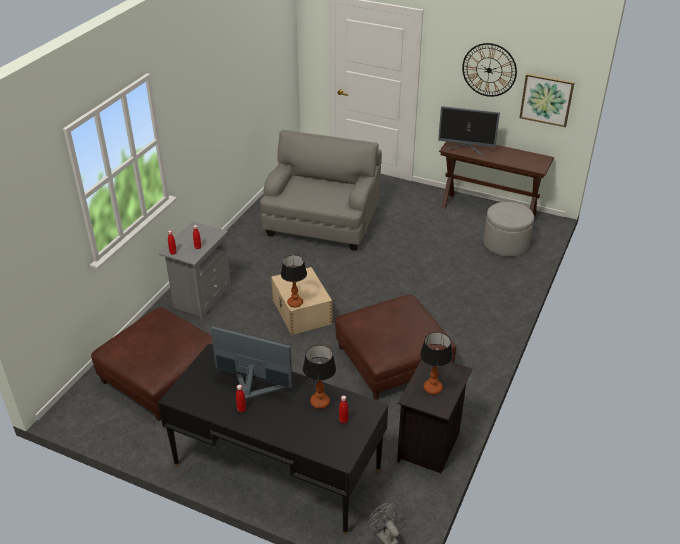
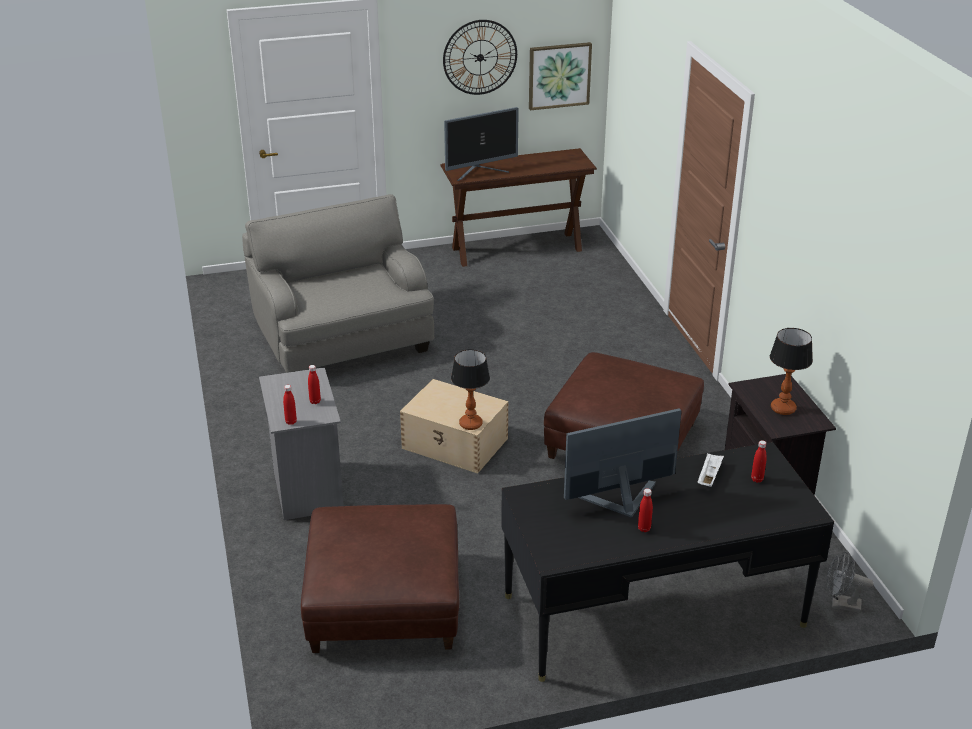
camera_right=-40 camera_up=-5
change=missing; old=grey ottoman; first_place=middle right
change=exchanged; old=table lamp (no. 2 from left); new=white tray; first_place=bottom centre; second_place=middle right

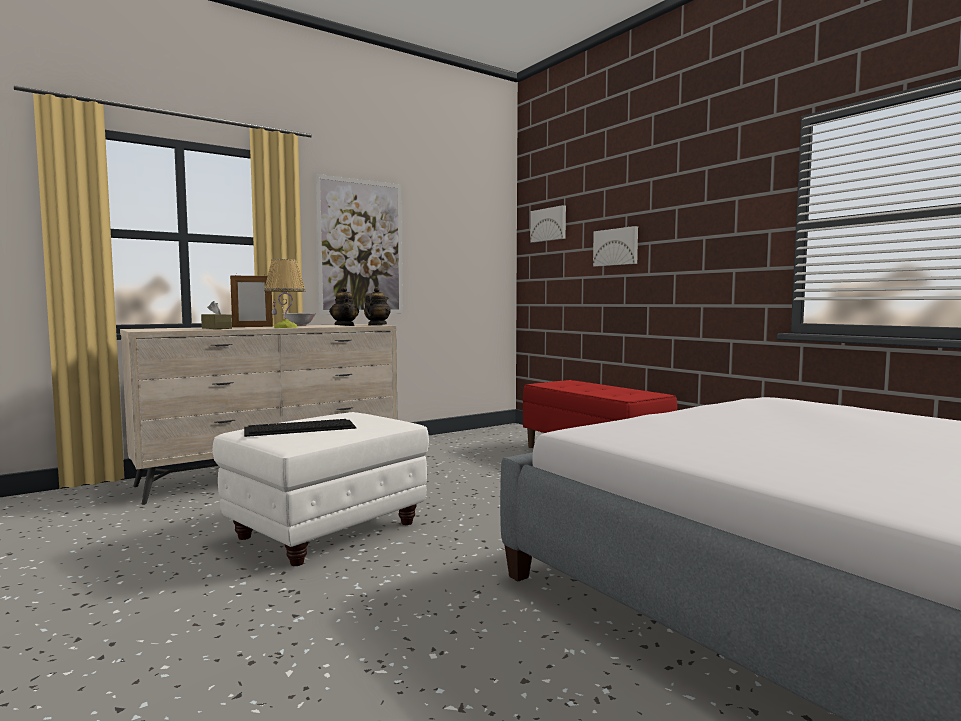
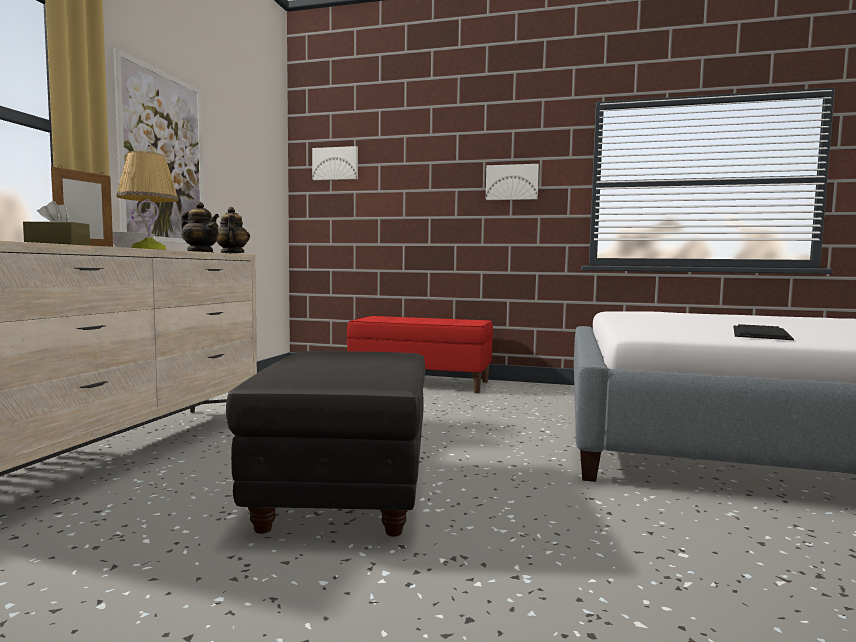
camera_right=-40 camera_up=0
change=relocated; old=keyboard; first_place=middle left; second_place=middle right
change=relocated; old=picture (no. 3 from left); first_place=centre; second_place=top centre
change=colour; old=white ottoman; new=black ottoman; first_place=bottom centre; second_place=bottom centre

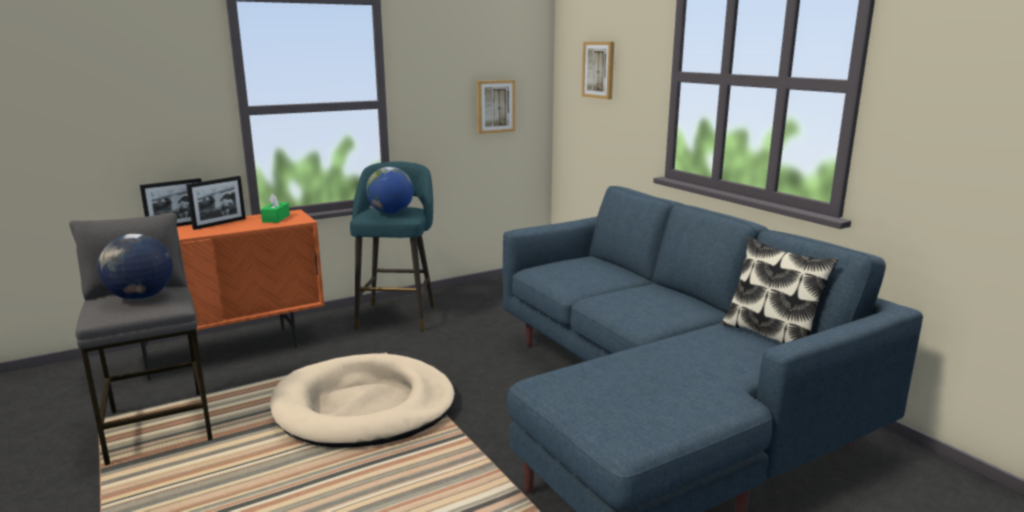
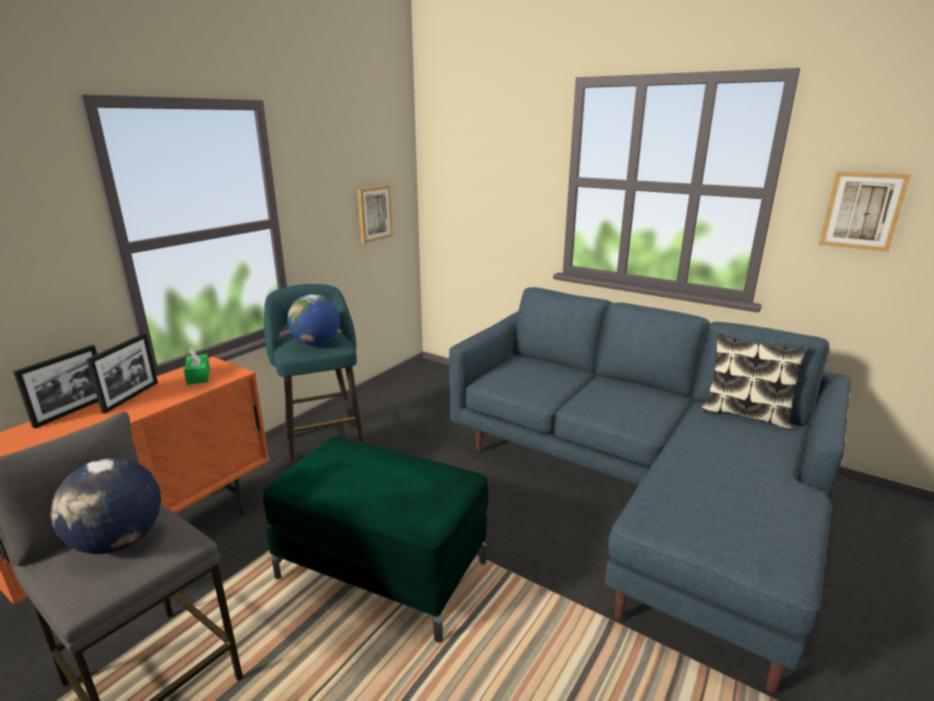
camera_right=-25 camera_up=5
change=relocated; old=picture (no. 2 from left); first_place=top centre; second_place=top right
change=exchanged; old=beige dog bed; new=green ottoman; first_place=bottom centre; second_place=bottom centre

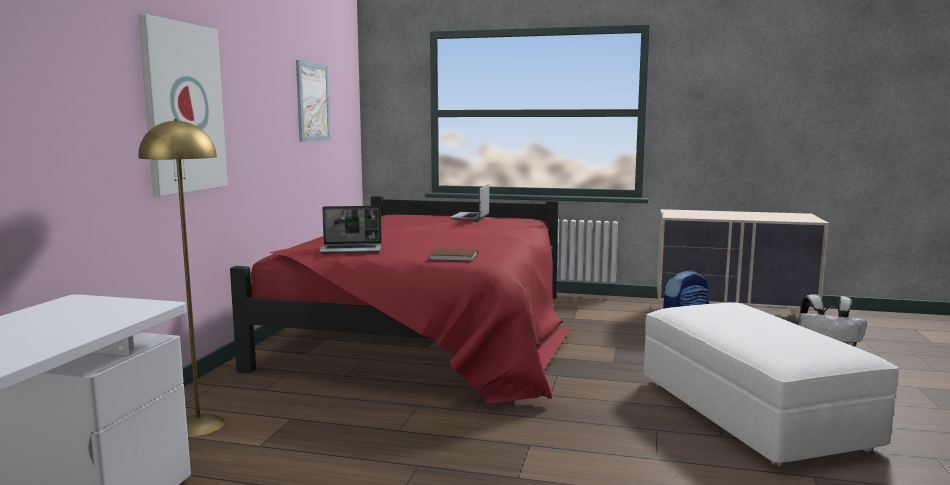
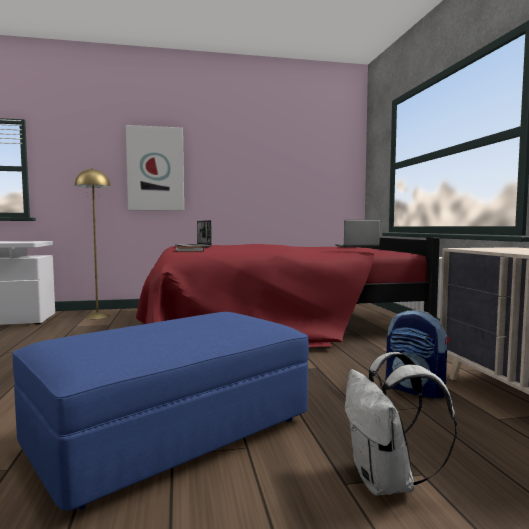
camera_right=65 camera_up=-5
change=missing; old=picture (no. 2 from left); first_place=top left
change=colour; old=white ottoman; new=blue ottoman; first_place=bottom right; second_place=bottom left

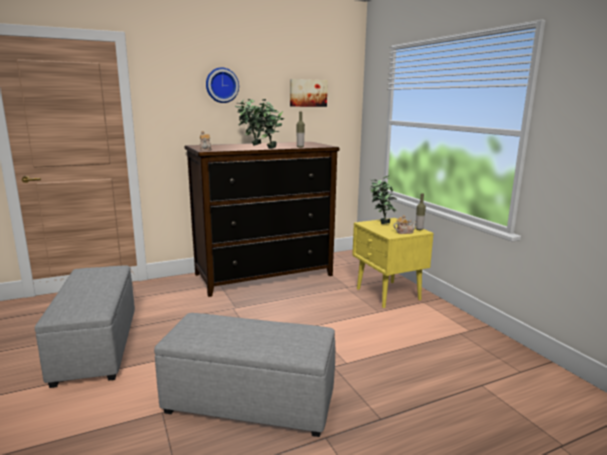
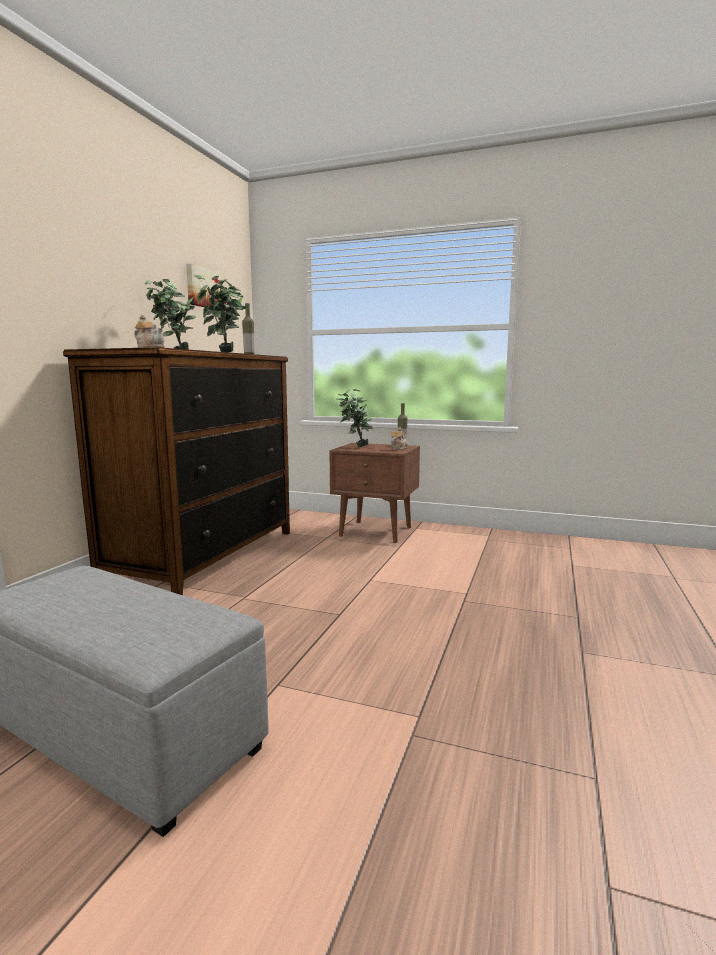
camera_right=-45 camera_up=-5
change=missing; old=grey ottoman (no. 2 from left); first_place=bottom centre
change=missing; old=wall clock; first_place=top centre
change=colour; old=yellow nightstand; new=brown nightstand; first_place=centre; second_place=centre

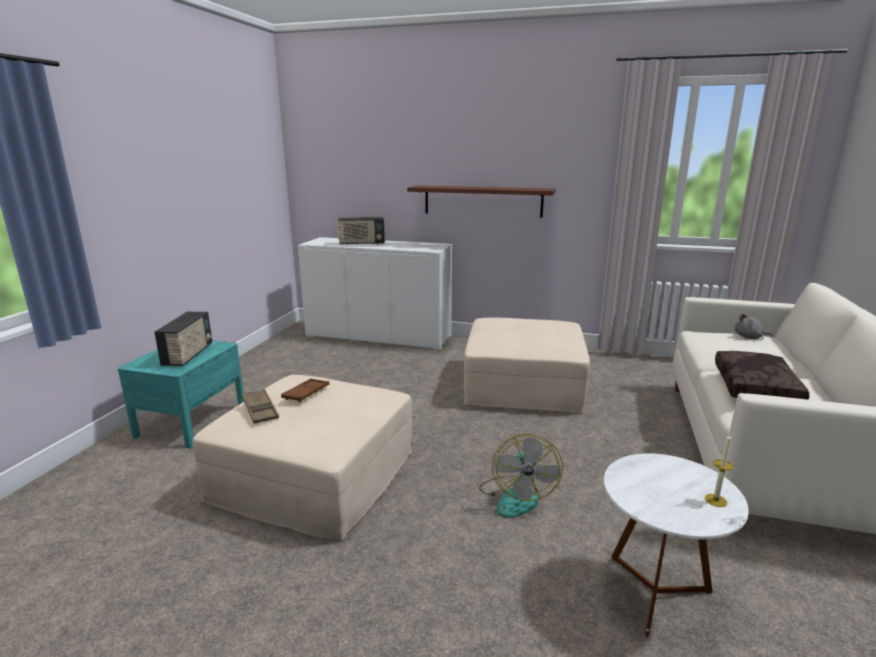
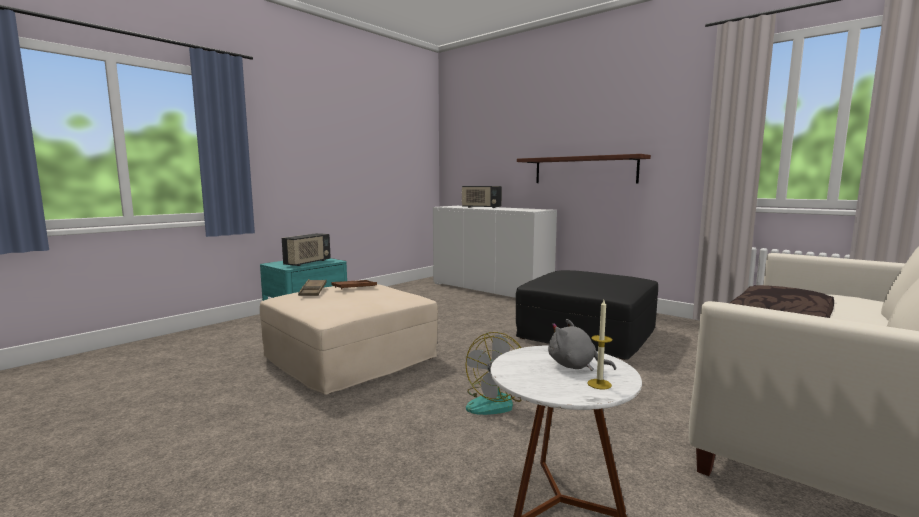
camera_right=25 camera_up=-10
change=relocated; old=grey plush toy; first_place=middle right; second_place=bottom centre
change=colour; old=beige ottoman (no. 2 from left); new=black ottoman; first_place=centre; second_place=centre

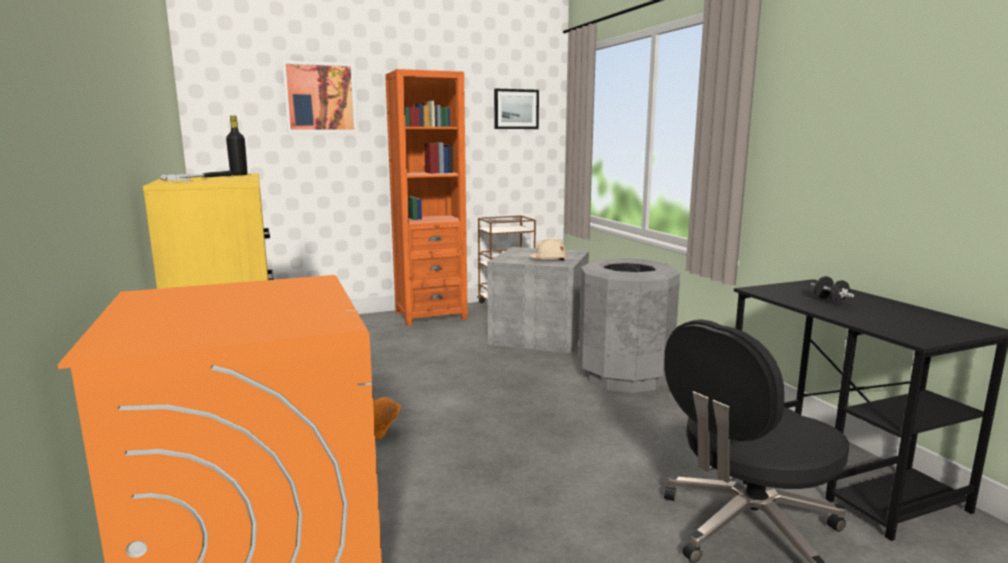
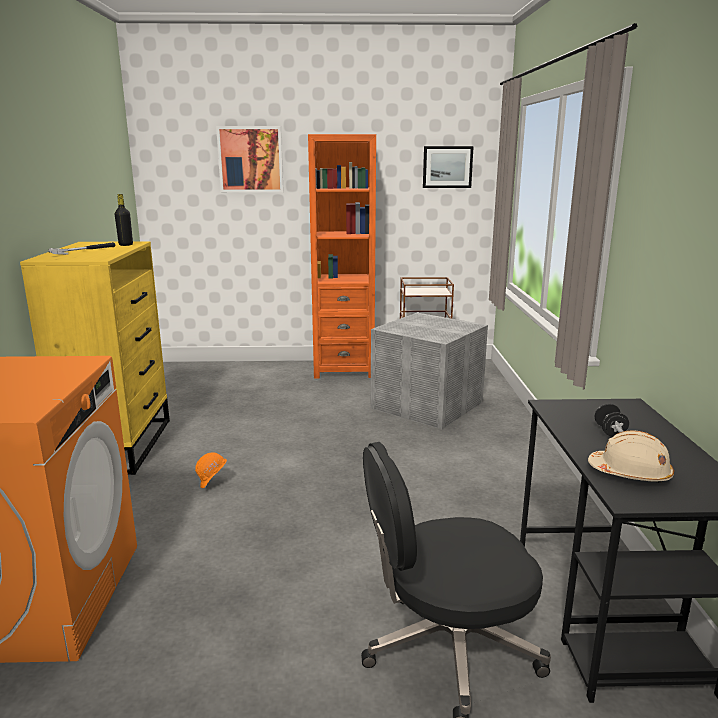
camera_right=20 camera_up=5
change=missing; old=grey trash can; first_place=centre
change=relocated; old=beige hard hat; first_place=centre; second_place=middle right

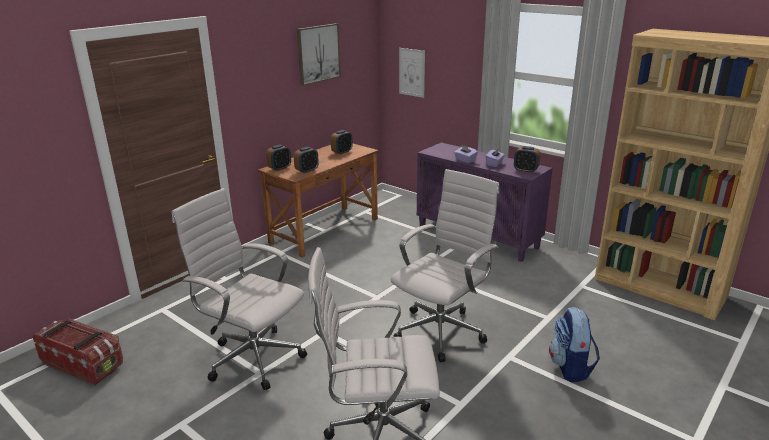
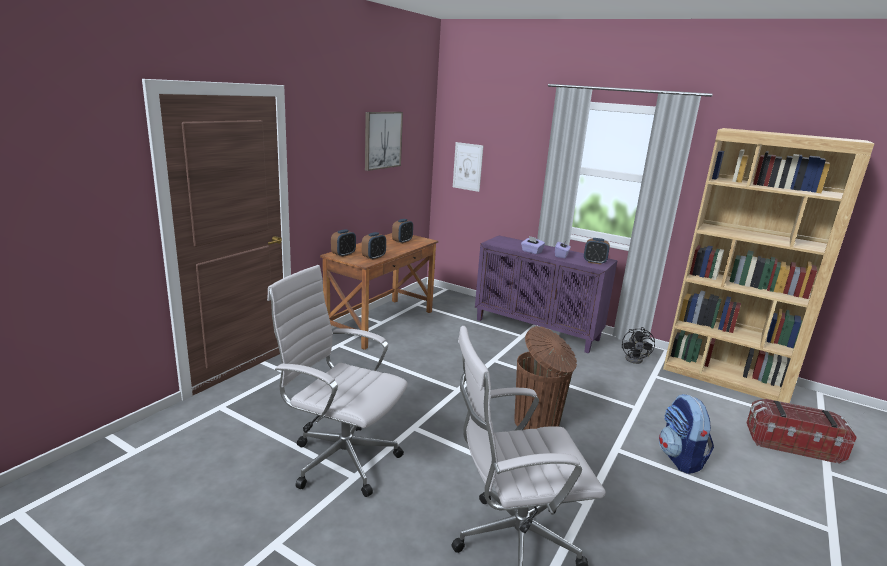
camera_right=-10 camera_up=-5
change=appeared; new=black fan; second_place=middle right
change=relocated; old=storage box; first_place=bottom left; second_place=bottom right
change=exchanged; old=white office chair (no. 3 from left); new=brown trash can; first_place=centre; second_place=bottom centre

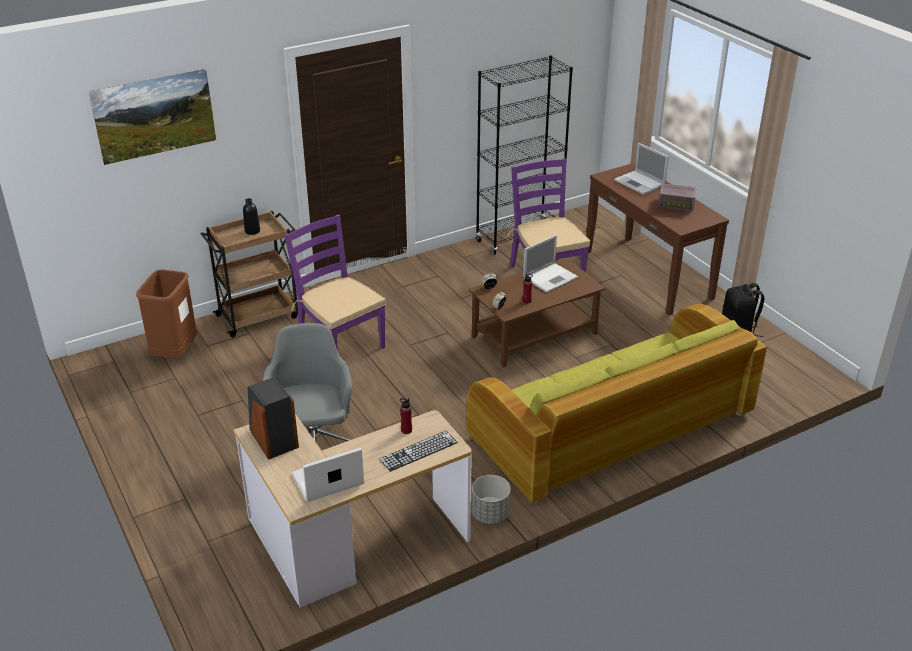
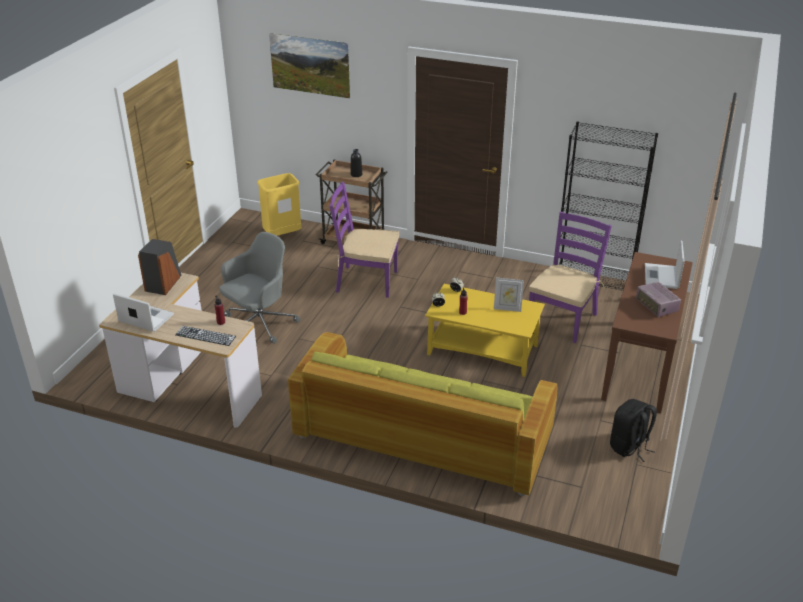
camera_right=50 camera_up=0
change=missing; old=grey planter; first_place=bottom centre
change=exchanged; old=laptop (no. 2 from left); new=picture frame; first_place=centre; second_place=centre
change=colour; old=brown trash can; new=yellow trash can; first_place=middle left; second_place=centre
change=colour; old=brown coffee table; new=yellow coffee table; first_place=centre; second_place=centre
change=spun; old=purple chair (no. 1 from left); first_place=centre; second_place=centre; degrees=-90

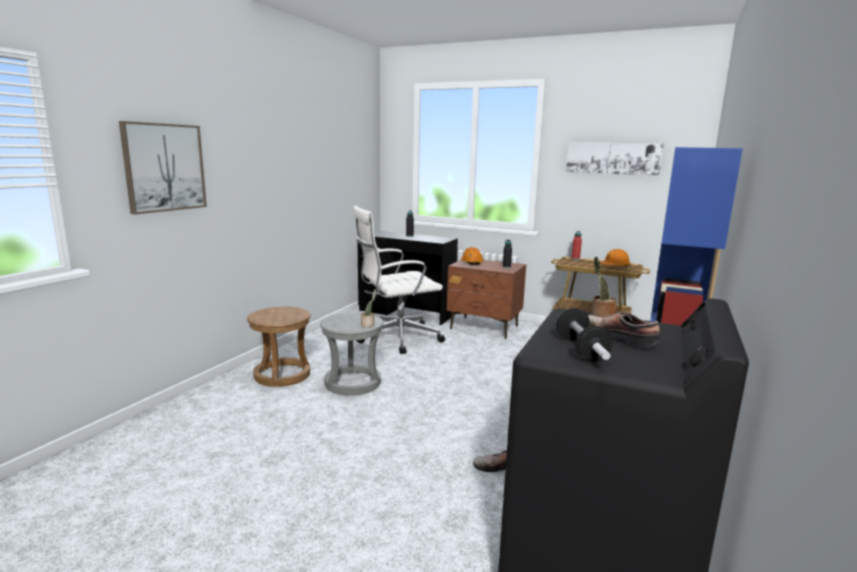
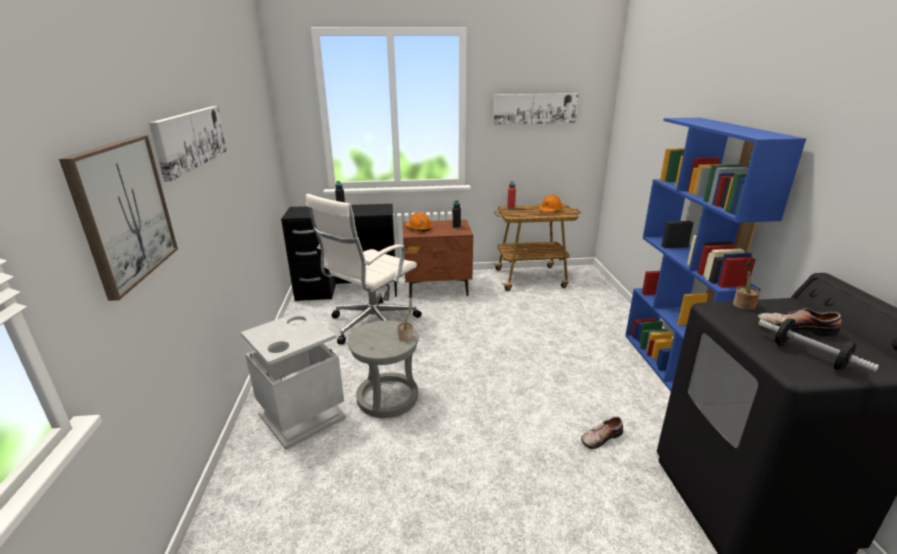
camera_right=-30 camera_up=10
change=appeared; new=picture (no. 2 from left); second_place=top left
change=exchanged; old=brown stool; new=grey trash can; first_place=middle left; second_place=bottom left

